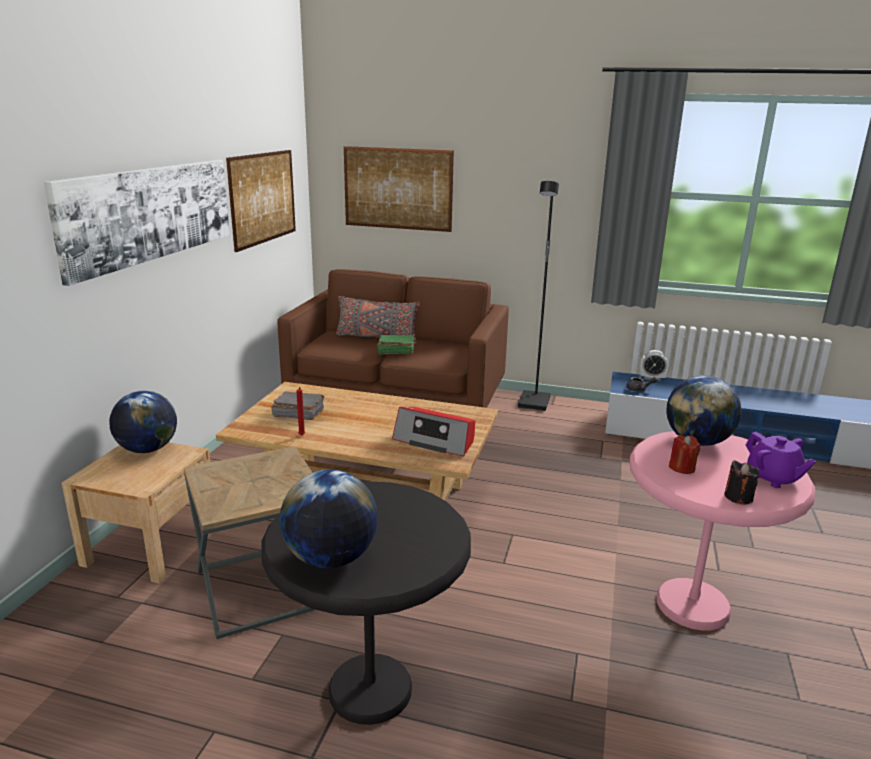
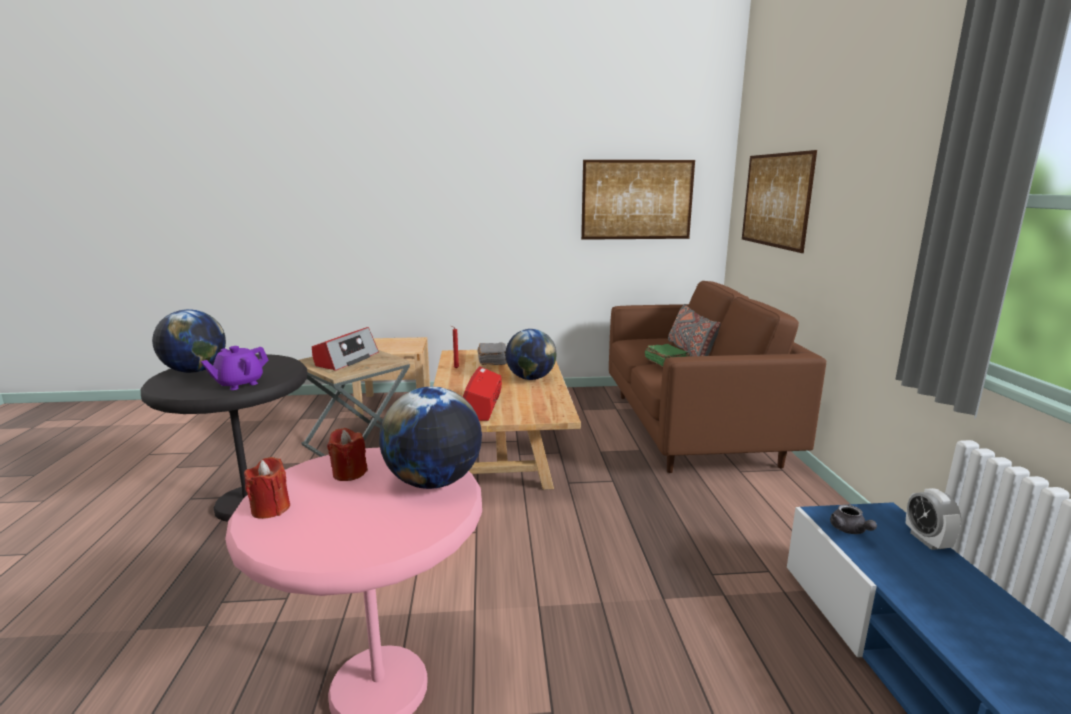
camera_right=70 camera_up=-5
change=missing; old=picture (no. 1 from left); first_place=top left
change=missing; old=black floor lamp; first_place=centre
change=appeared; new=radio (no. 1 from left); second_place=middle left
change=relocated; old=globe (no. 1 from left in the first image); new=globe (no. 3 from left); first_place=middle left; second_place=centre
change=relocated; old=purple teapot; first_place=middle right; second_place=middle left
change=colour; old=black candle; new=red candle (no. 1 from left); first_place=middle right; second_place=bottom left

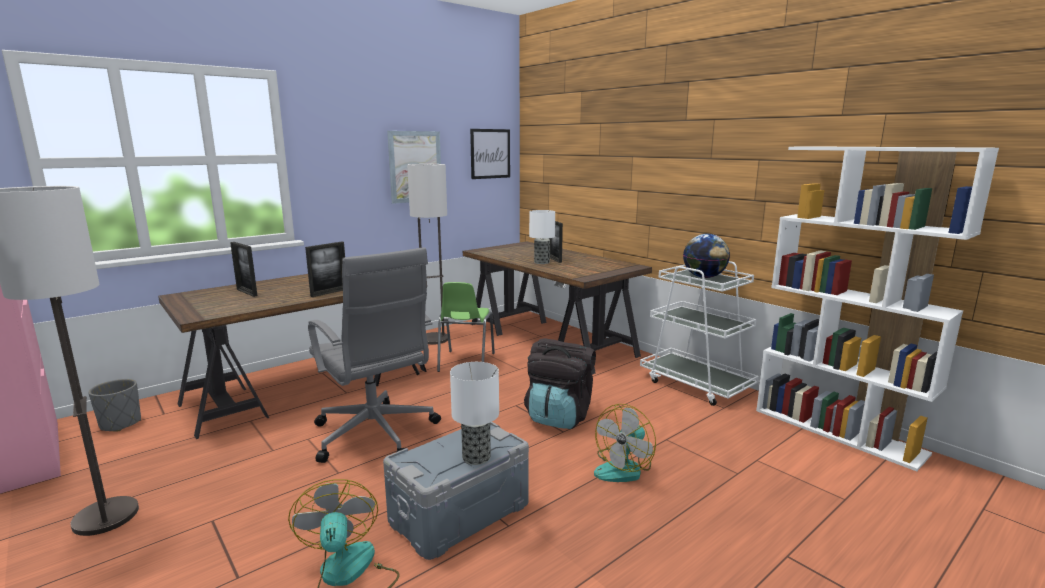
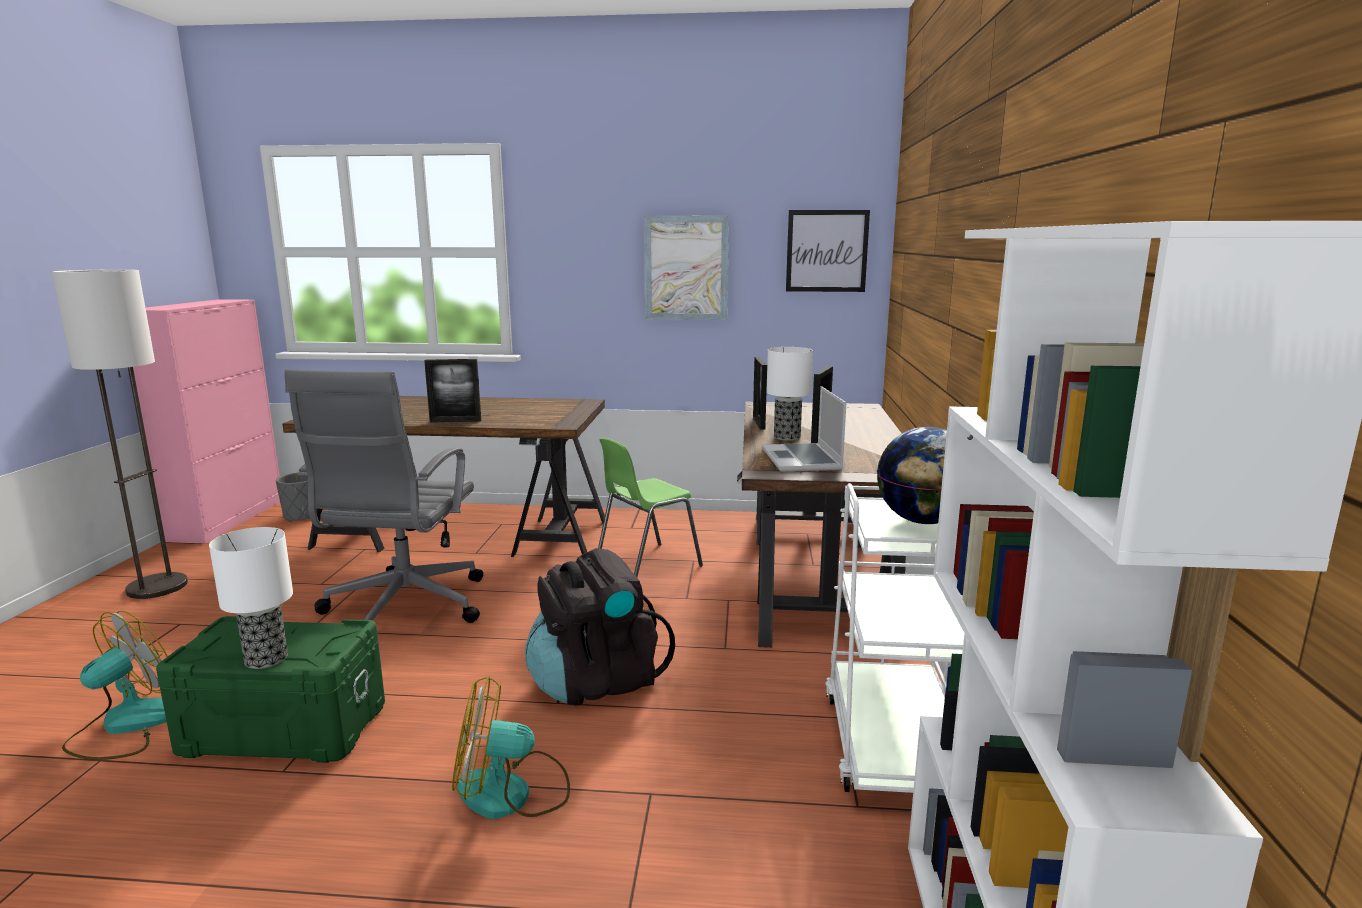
camera_right=45 camera_up=0
change=missing; old=floor lamp (no. 2 from left); first_place=centre
change=appeared; new=laptop; second_place=centre
change=relocated; old=picture frame (no. 1 from left in the first image); new=picture frame (no. 2 from left); first_place=middle left; second_place=centre
change=colour; old=grey storage box; new=green storage box; first_place=bottom centre; second_place=bottom left

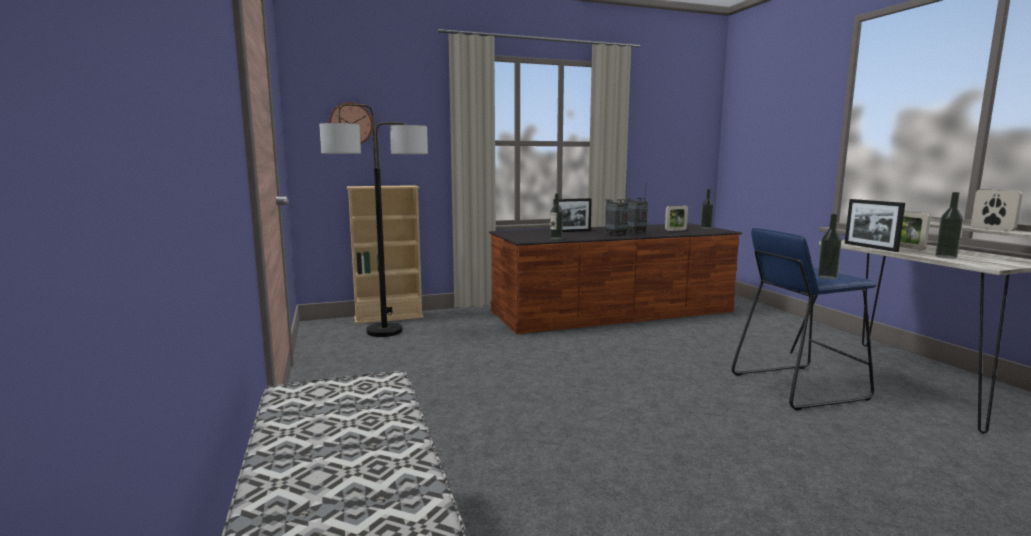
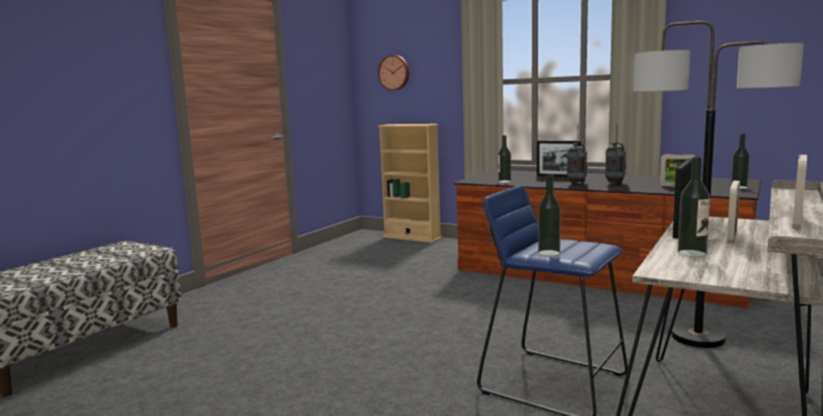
camera_right=50 camera_up=0
change=relocated; old=floor lamp; first_place=centre; second_place=middle right

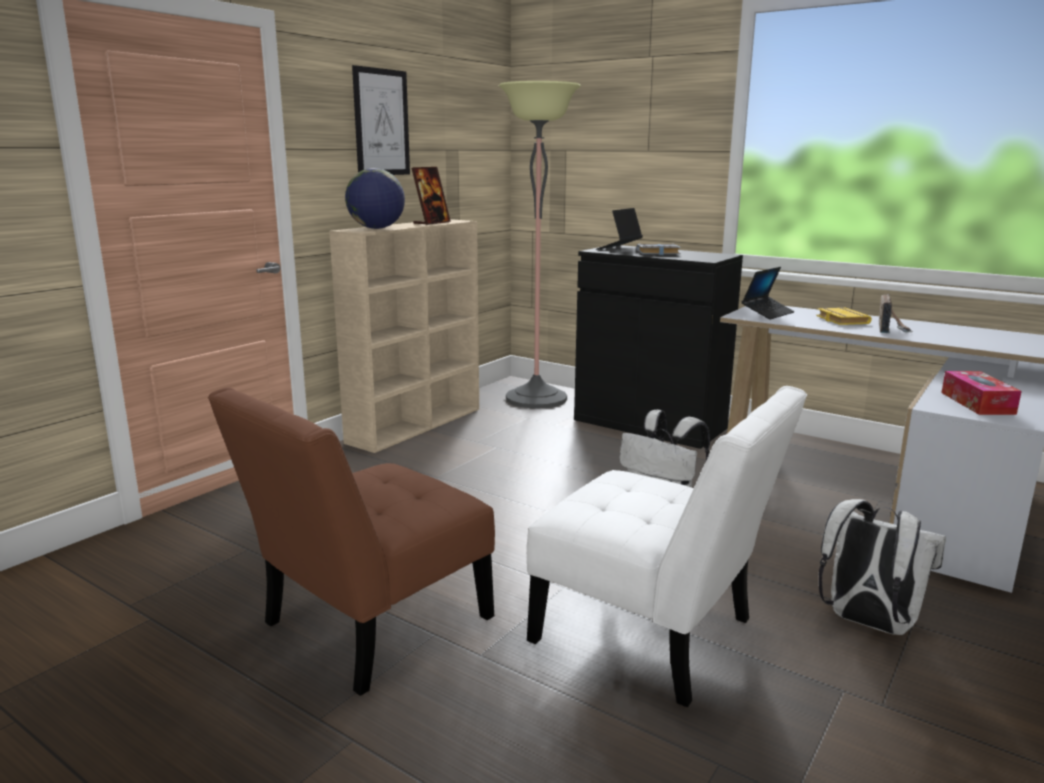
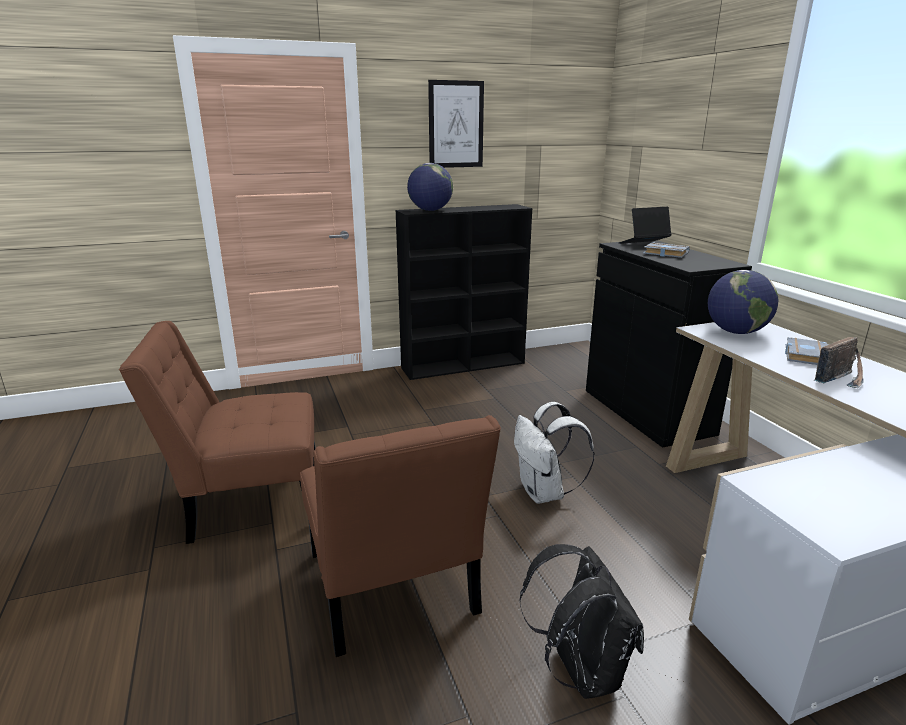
camera_right=35 camera_up=5
change=missing; old=picture frame; first_place=top centre
change=missing; old=floor lamp; first_place=top centre
change=missing; old=tissue box; first_place=middle right
change=exchanged; old=laptop (no. 2 from left); new=globe (no. 2 from left); first_place=middle right; second_place=middle right
change=colour; old=beige bookcase; new=black bookcase; first_place=centre; second_place=centre
change=colour; old=white chair; new=brown chair (no. 2 from left); first_place=bottom centre; second_place=bottom centre
change=colour; old=yellow book; new=grey book (no. 2 from left); first_place=middle right; second_place=middle right
change=colour; old=white backpack (no. 2 from left); new=black backpack; first_place=bottom right; second_place=bottom centre

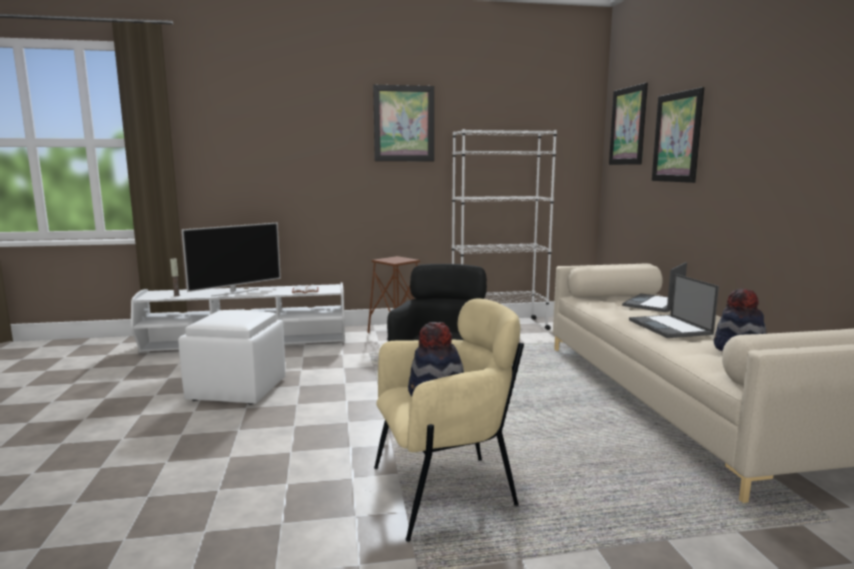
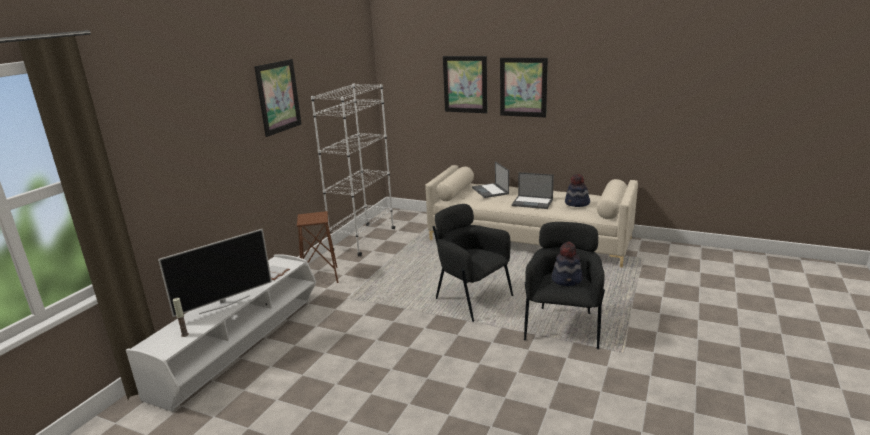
camera_right=-55 camera_up=10
change=missing; old=white ottoman; first_place=middle left
change=relocated; old=picture (no. 2 from left in the first image); new=picture (no. 3 from left); first_place=top right; second_place=top centre
change=colour; old=beige armchair; new=black armchair (no. 2 from left); first_place=bottom centre; second_place=centre
change=spun; old=television; first_place=middle left; second_place=middle left; degrees=60

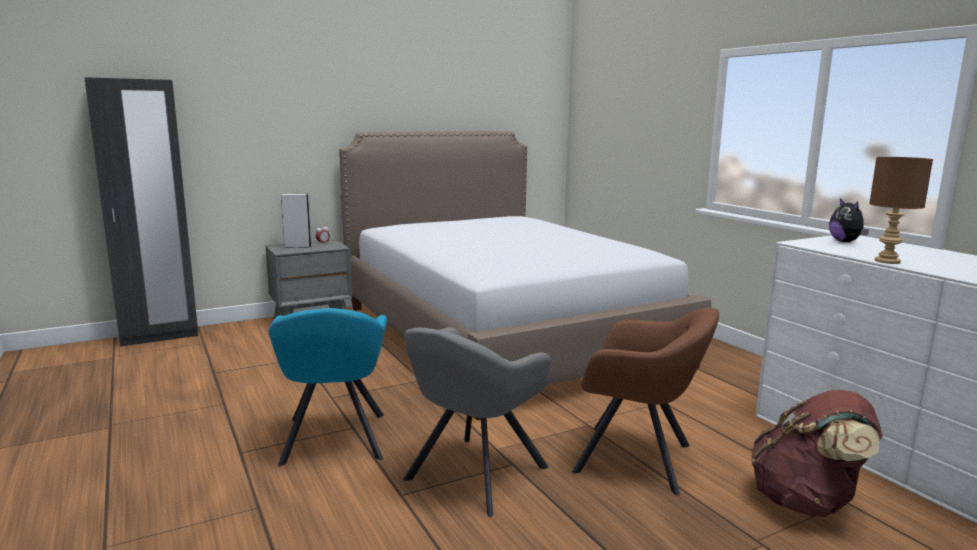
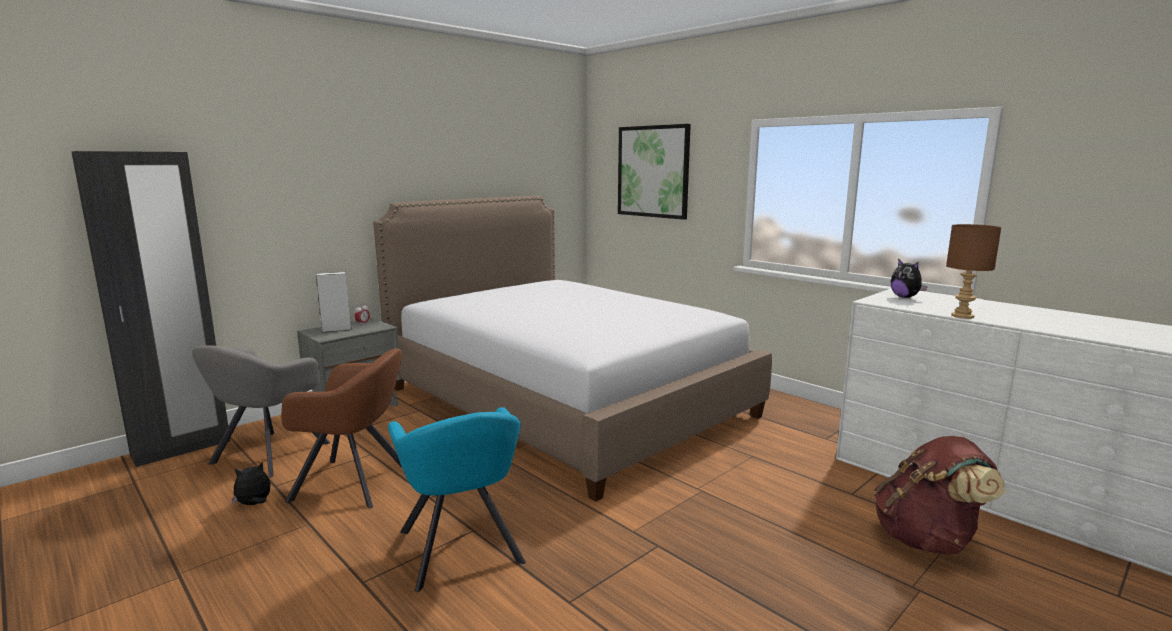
camera_right=-15 camera_up=0
change=appeared; new=plush toy (no. 1 from left); second_place=bottom left
change=appeared; new=picture; second_place=top centre
change=relocated; old=grey armchair; first_place=bottom centre; second_place=middle left
change=relocated; old=brown armchair; first_place=bottom centre; second_place=bottom left

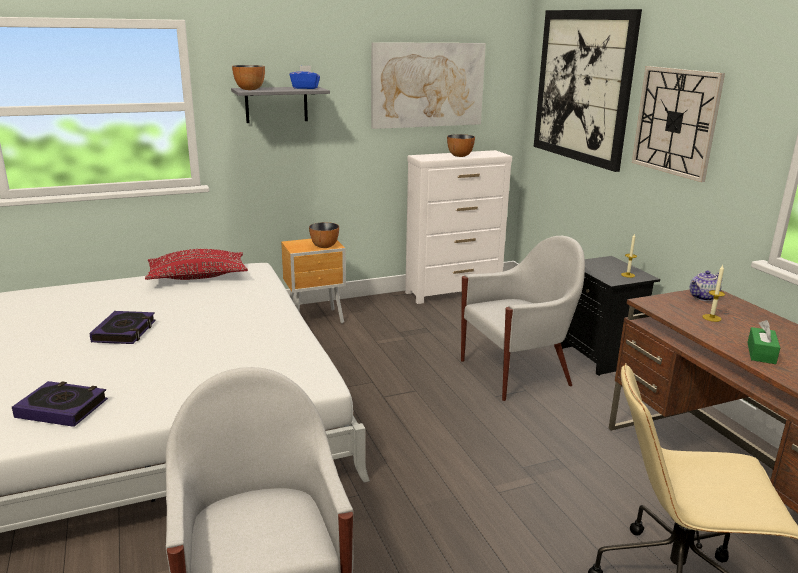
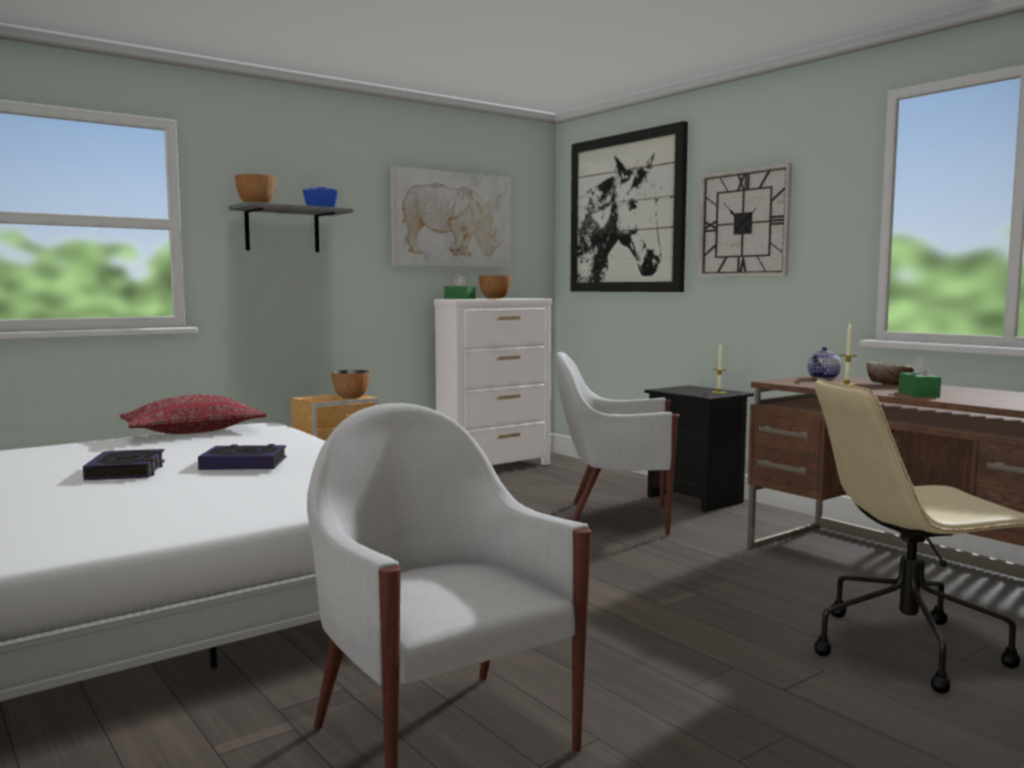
camera_right=-15 camera_up=-15
change=appeared; new=green tissue box (no. 1 from left); second_place=centre
change=appeared; new=bowl (no. 4 from left); second_place=middle right
change=relocated; old=book (no. 1 from left in the first image); new=book (no. 2 from left); first_place=bottom left; second_place=middle left
change=spun; old=white armchair (no. 2 from left); first_place=centre; second_place=centre; degrees=-135

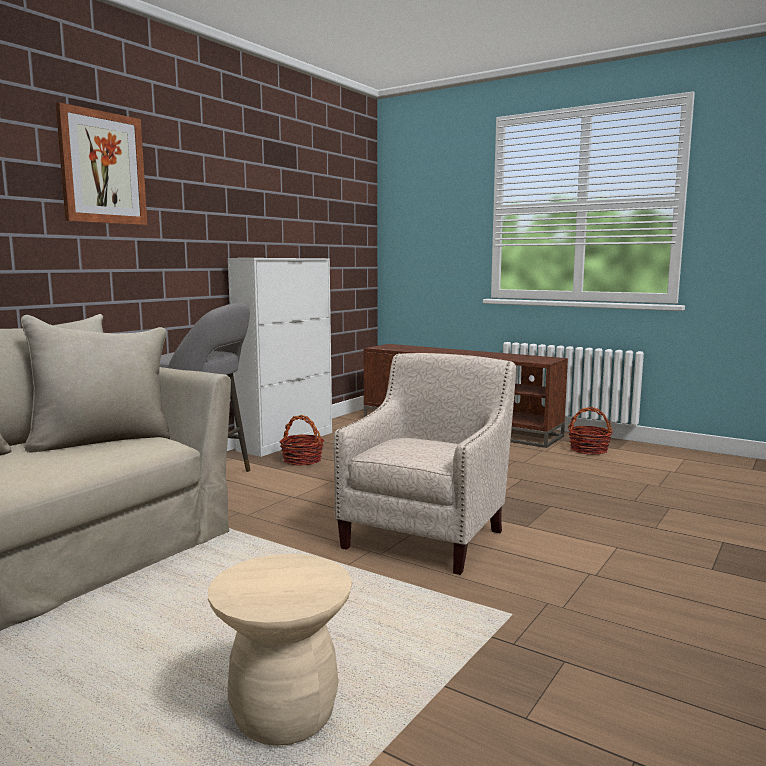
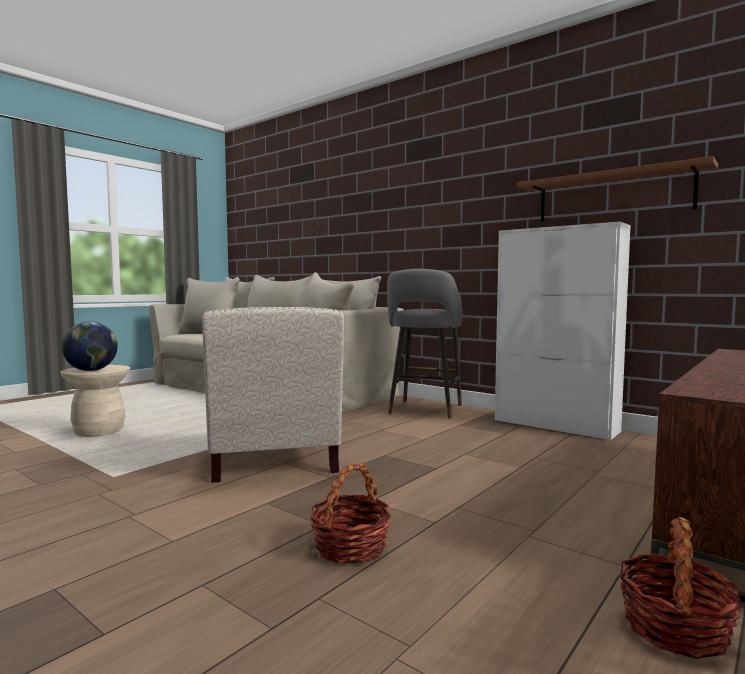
camera_right=95 camera_up=-5
change=missing; old=picture; first_place=top left
change=appeared; new=globe; second_place=middle left
change=appeared; new=brown shelf; second_place=top right
change=relocated; old=basket (no. 1 from left); first_place=centre; second_place=bottom centre
change=spun; old=beige armchair; first_place=centre; second_place=centre; degrees=45

